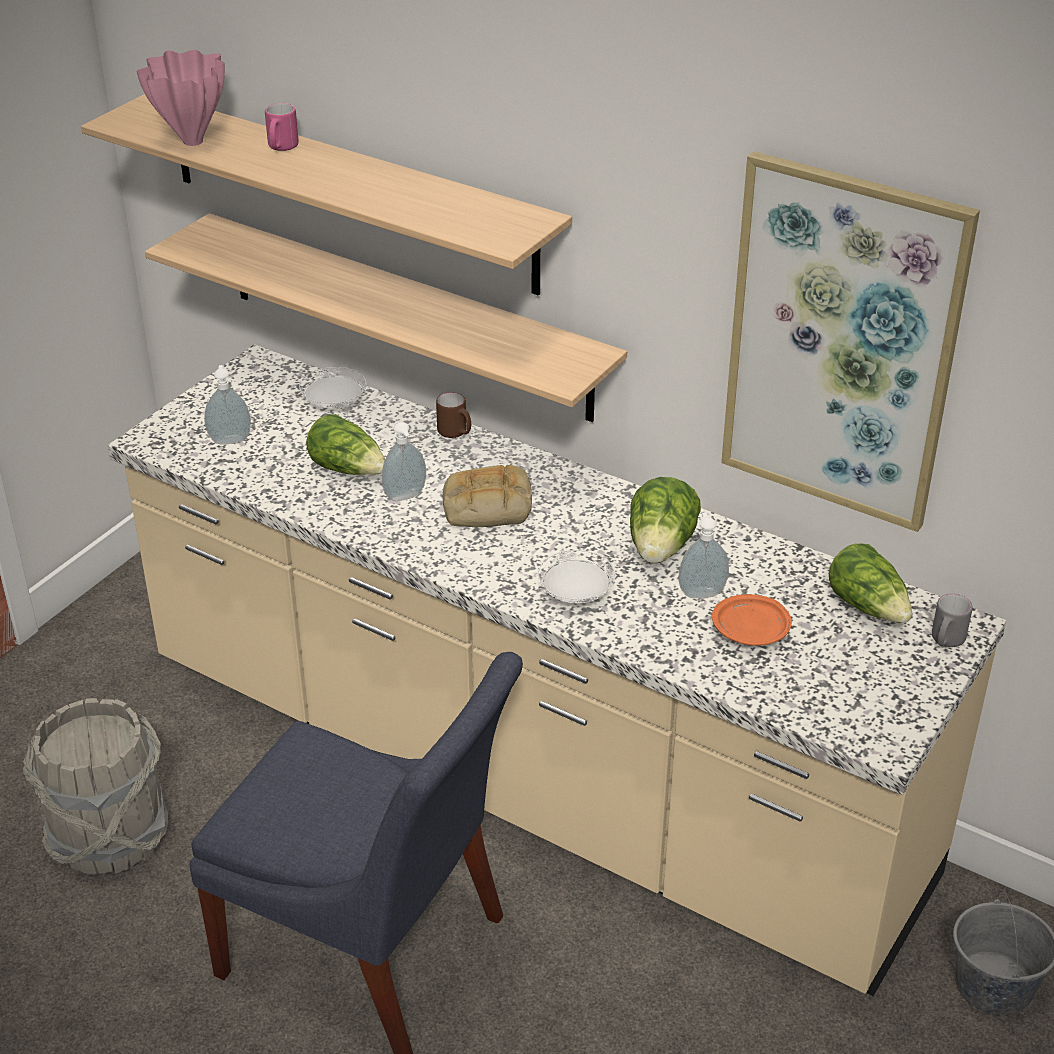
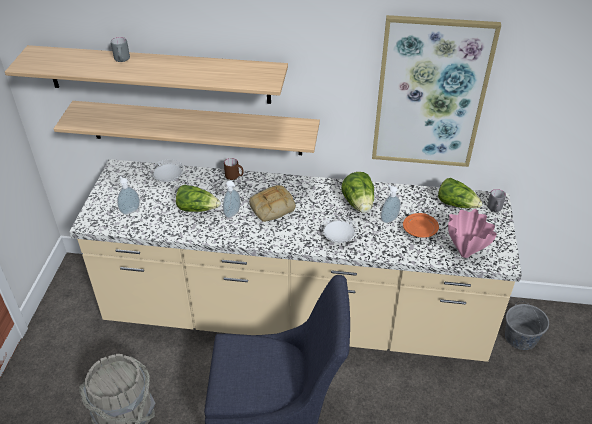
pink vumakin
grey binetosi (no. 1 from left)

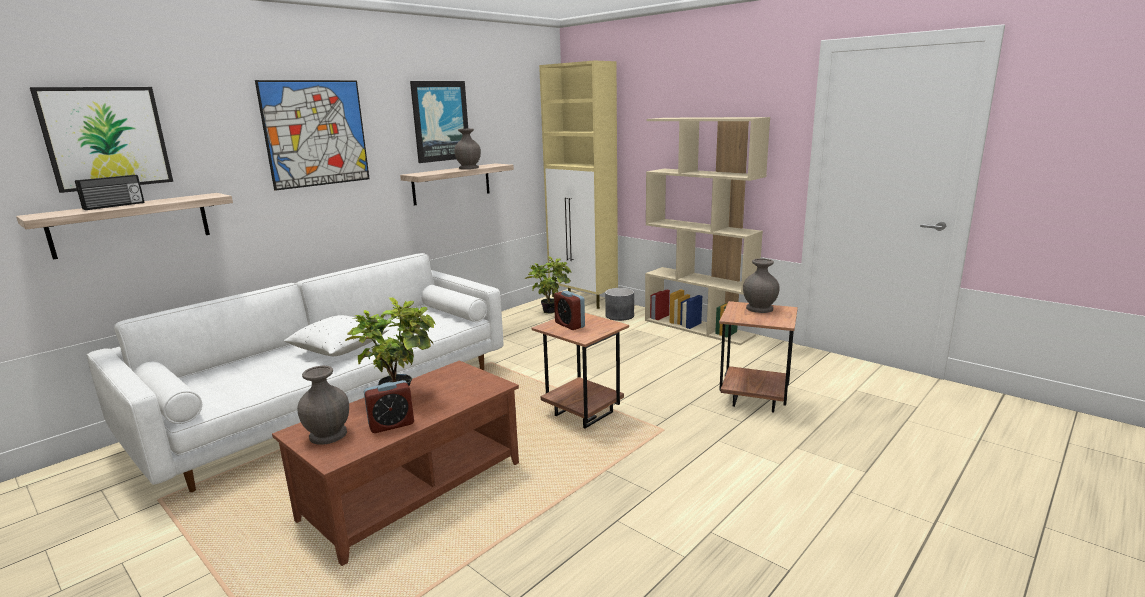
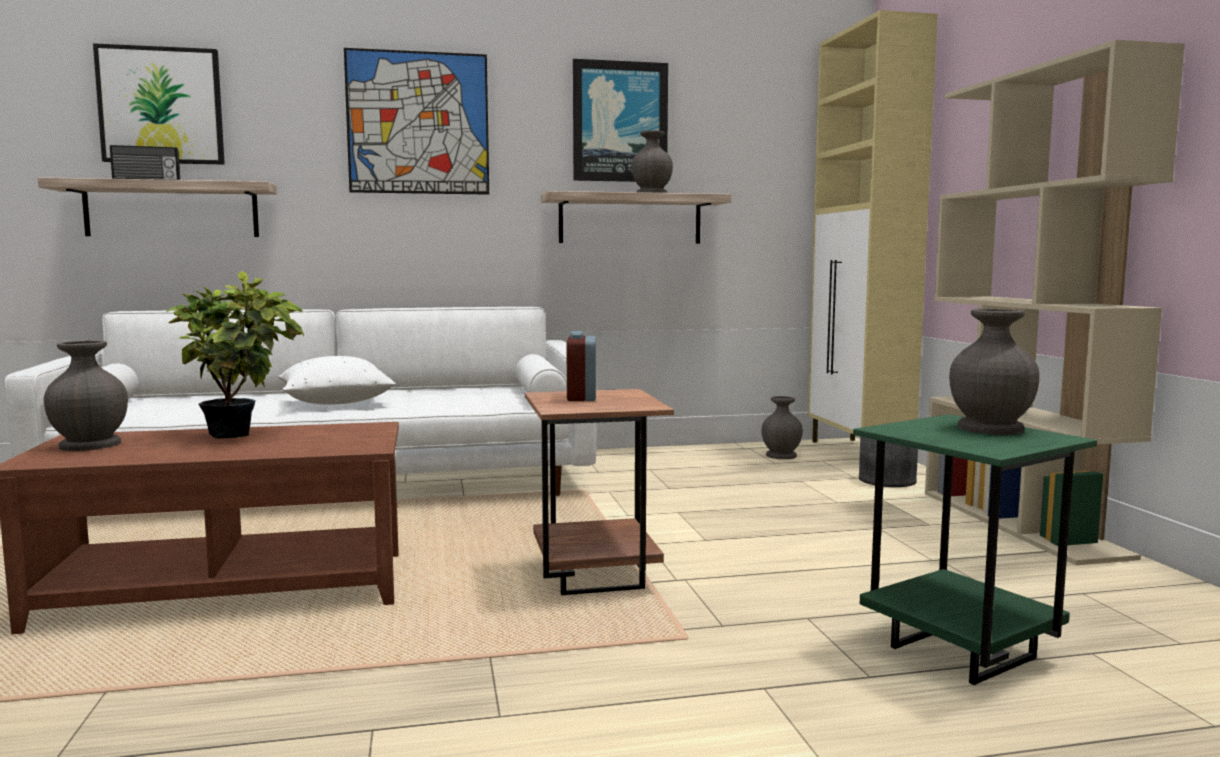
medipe (no. 1 from left in the first image)
grey vumakin (no. 3 from left)
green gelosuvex

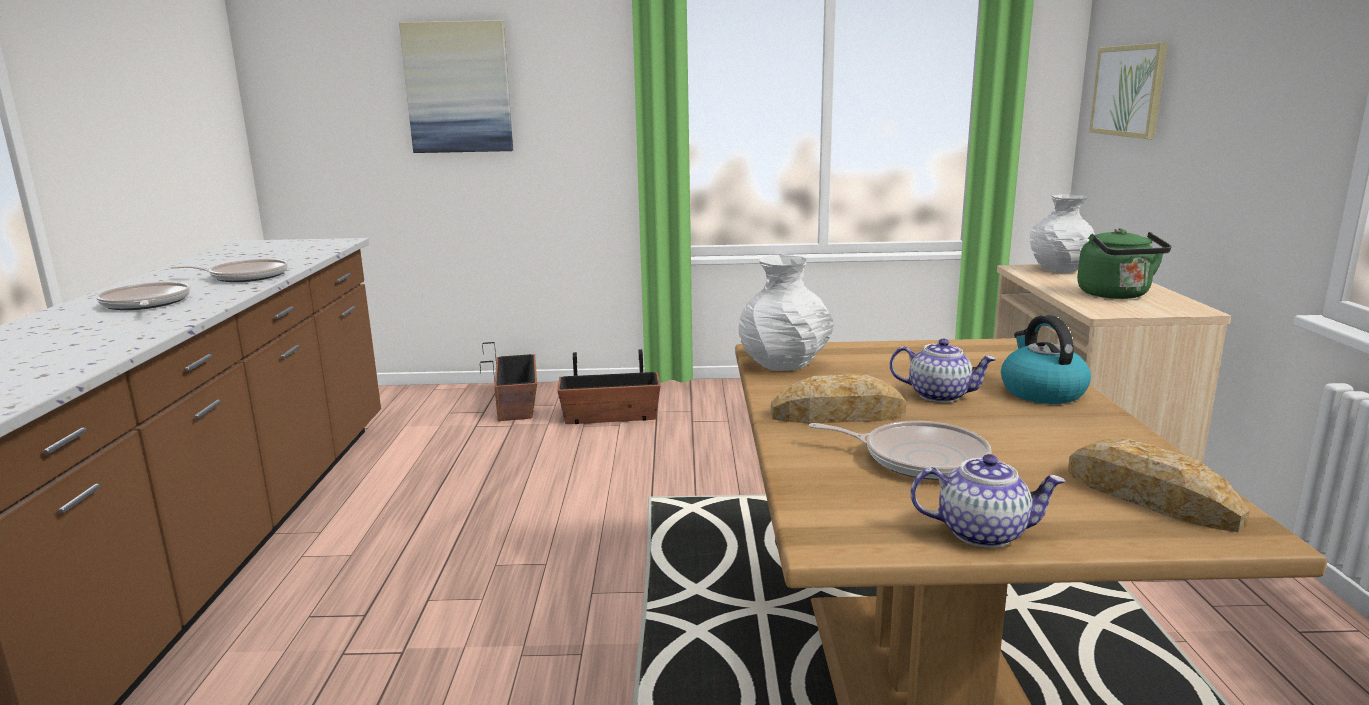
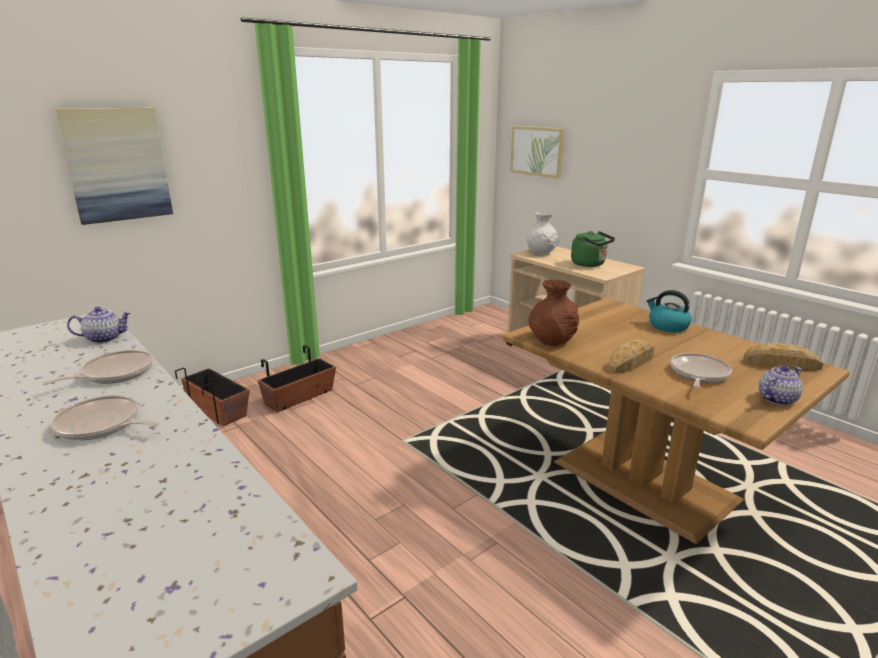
brown vumakin
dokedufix (no. 3 from left)
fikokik (no. 1 from left)

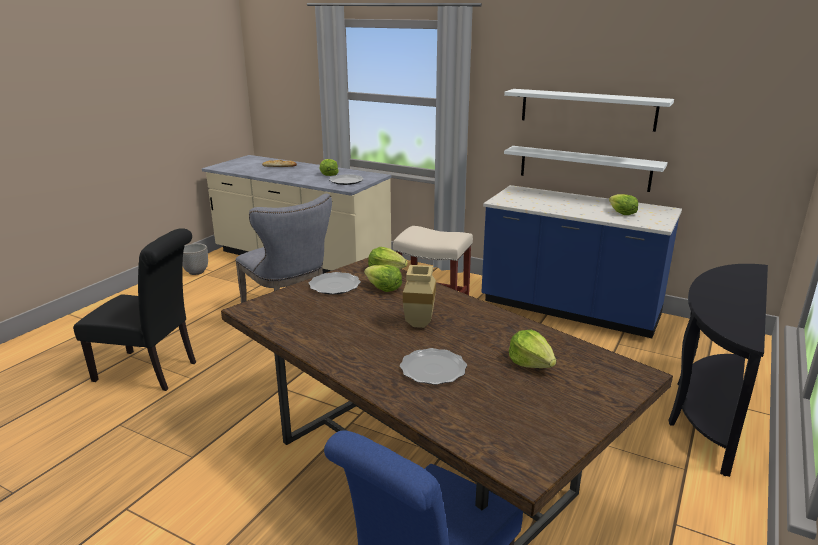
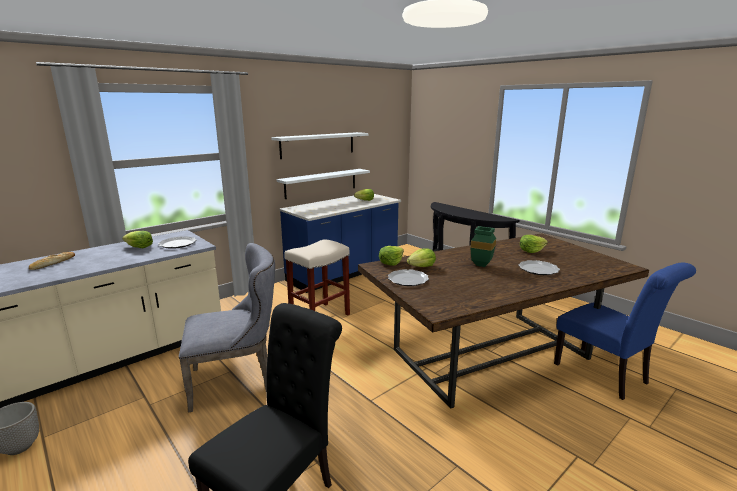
green vumakin

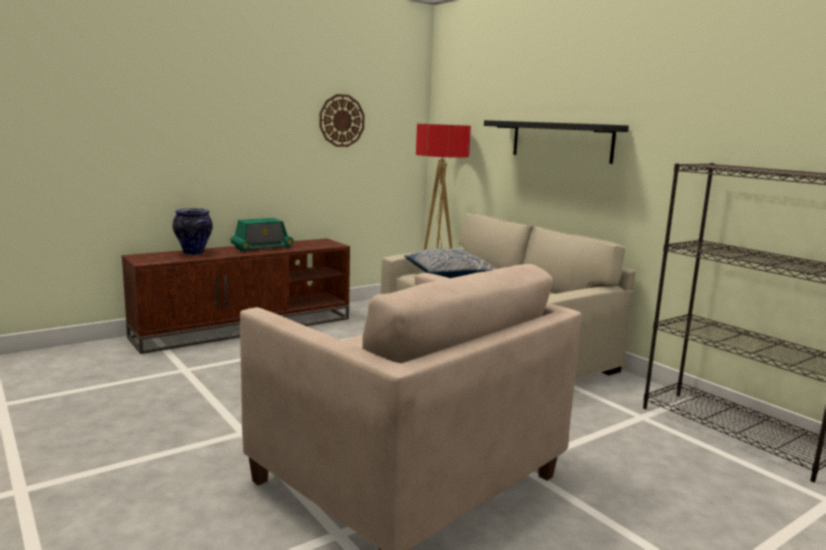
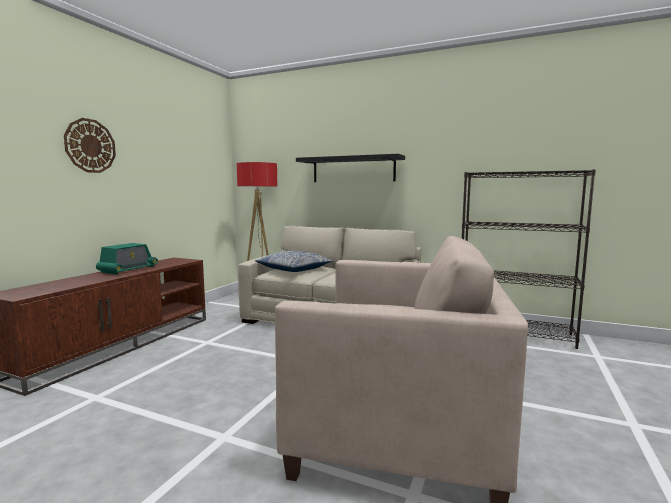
vumakin
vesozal

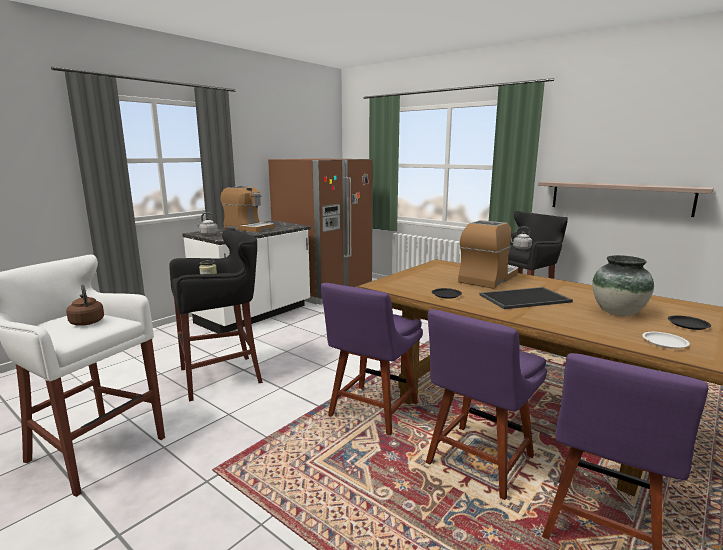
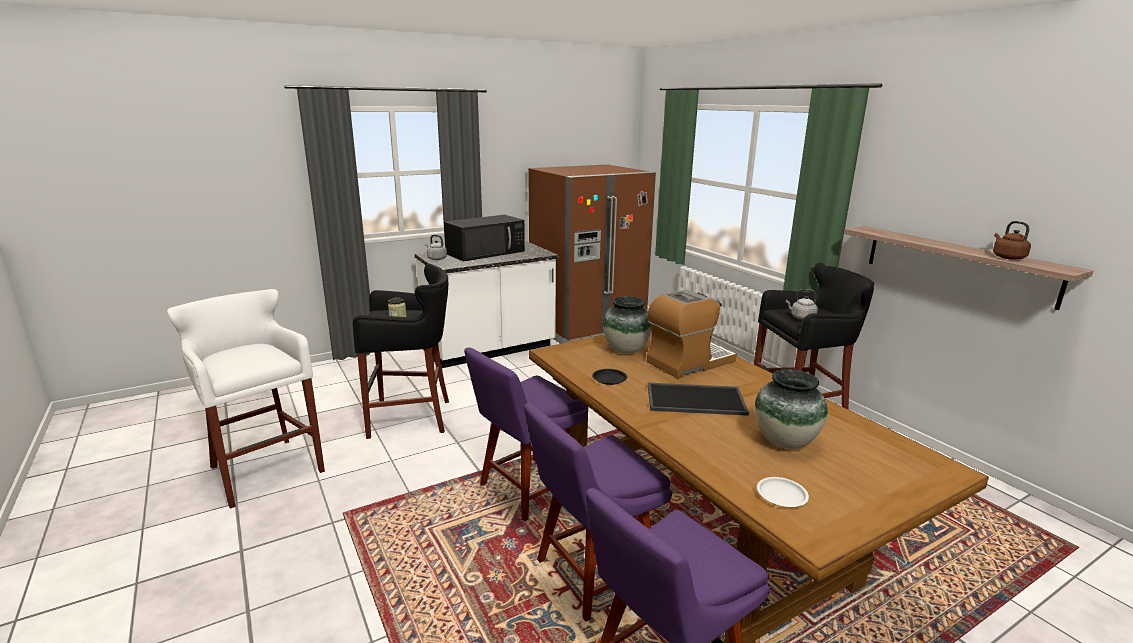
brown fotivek
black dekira
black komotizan (no. 2 from left in the first image)
vumakin (no. 1 from left)

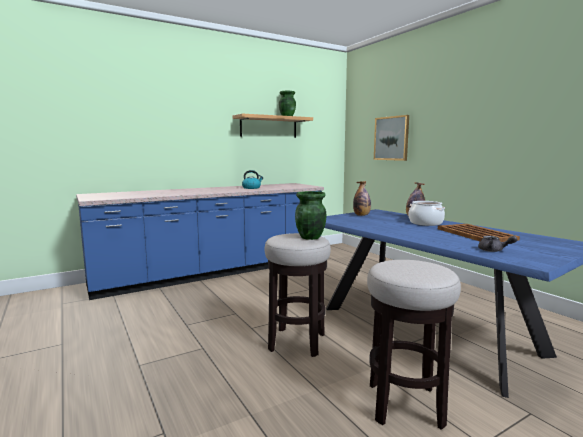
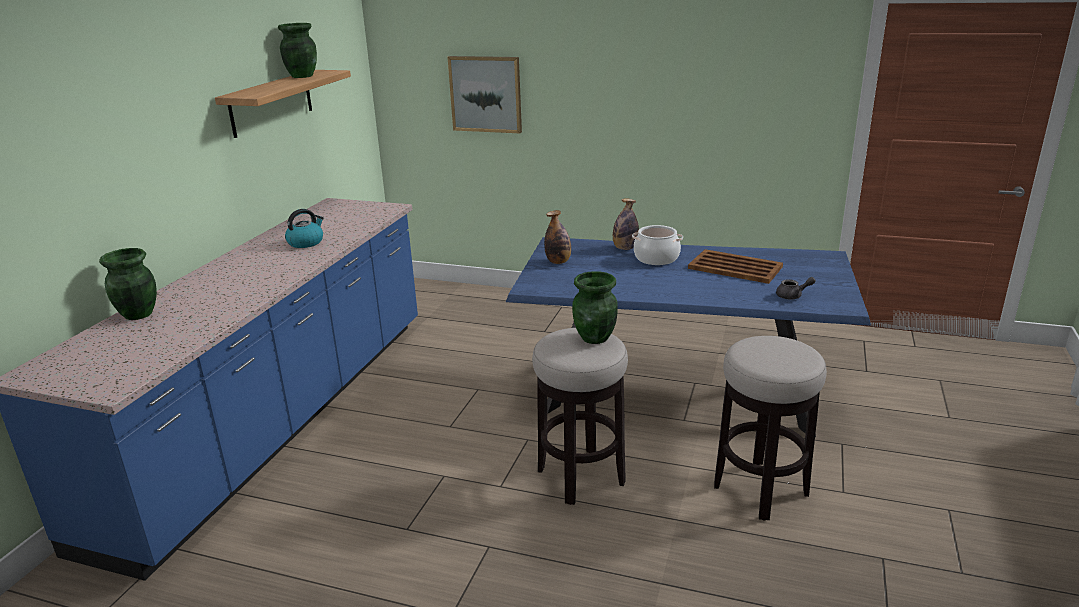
green vumakin (no. 1 from left)

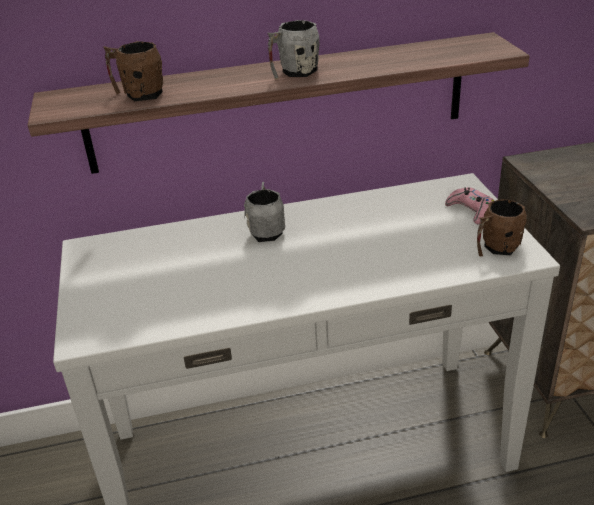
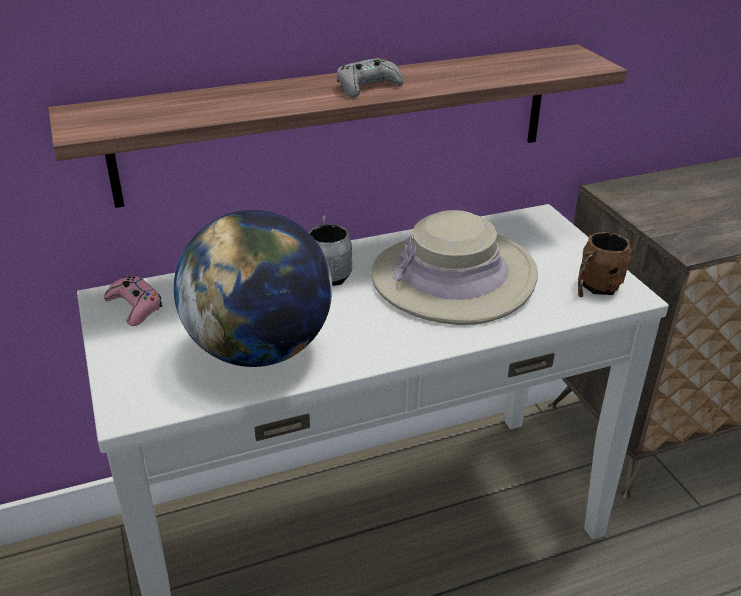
brown binetosi (no. 1 from left in the first image)
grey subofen
pink subofen
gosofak
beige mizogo

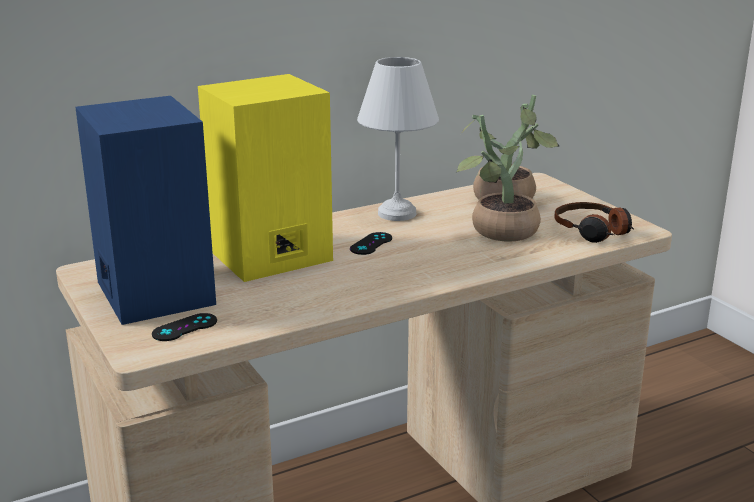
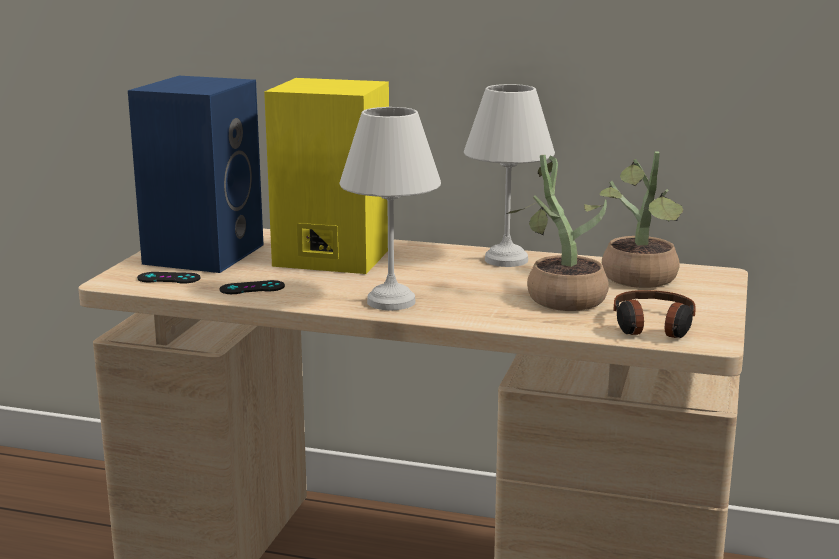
black subofen (no. 2 from left)
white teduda (no. 1 from left)

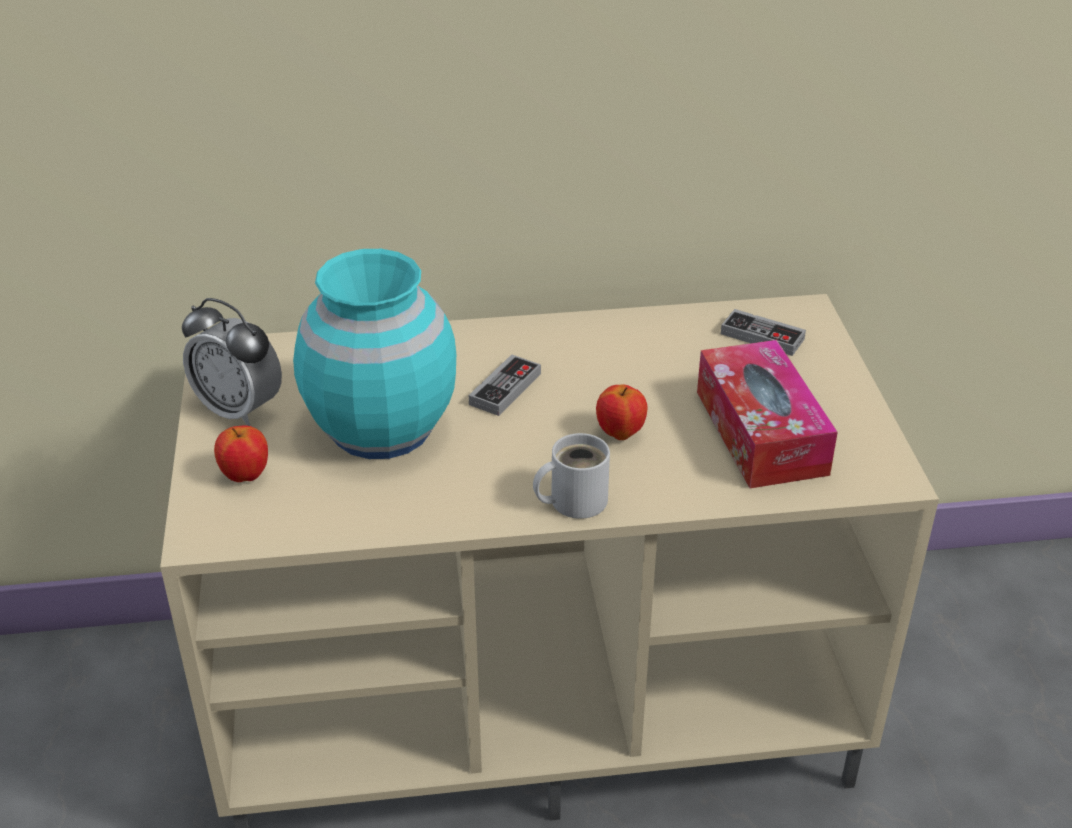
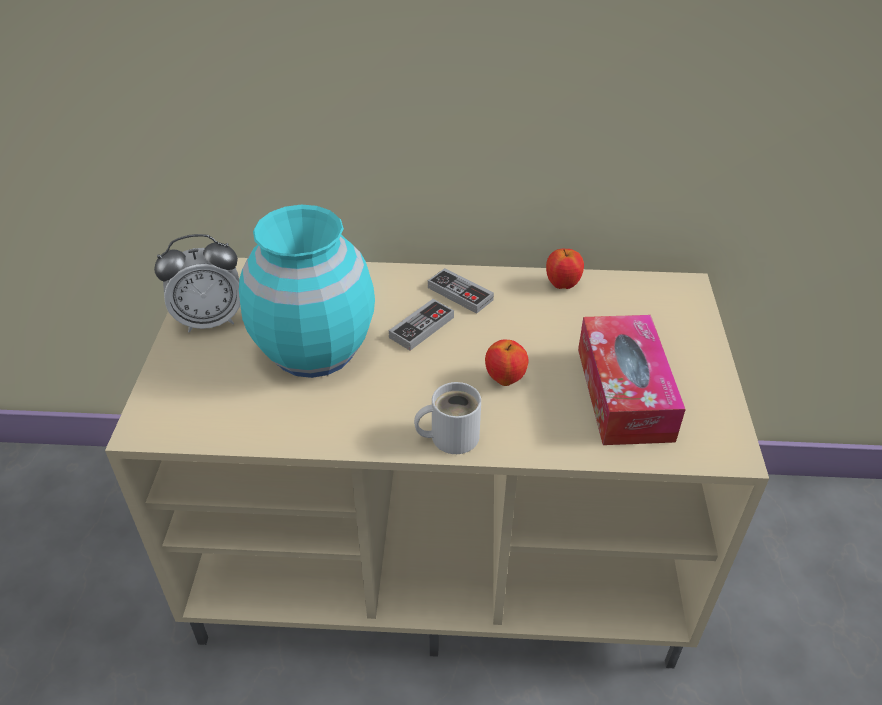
medipe
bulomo (no. 2 from left)
subofen (no. 2 from left)

